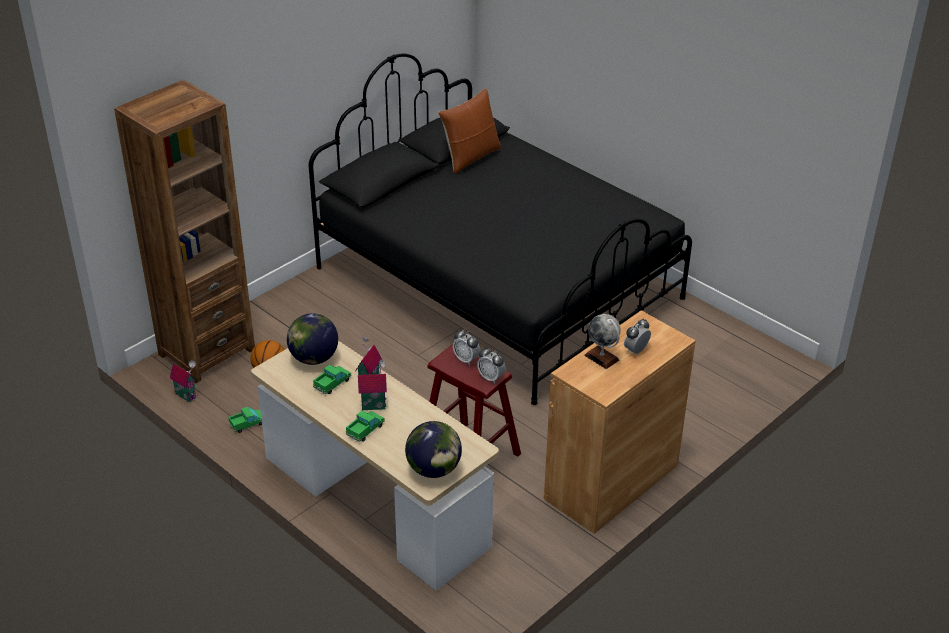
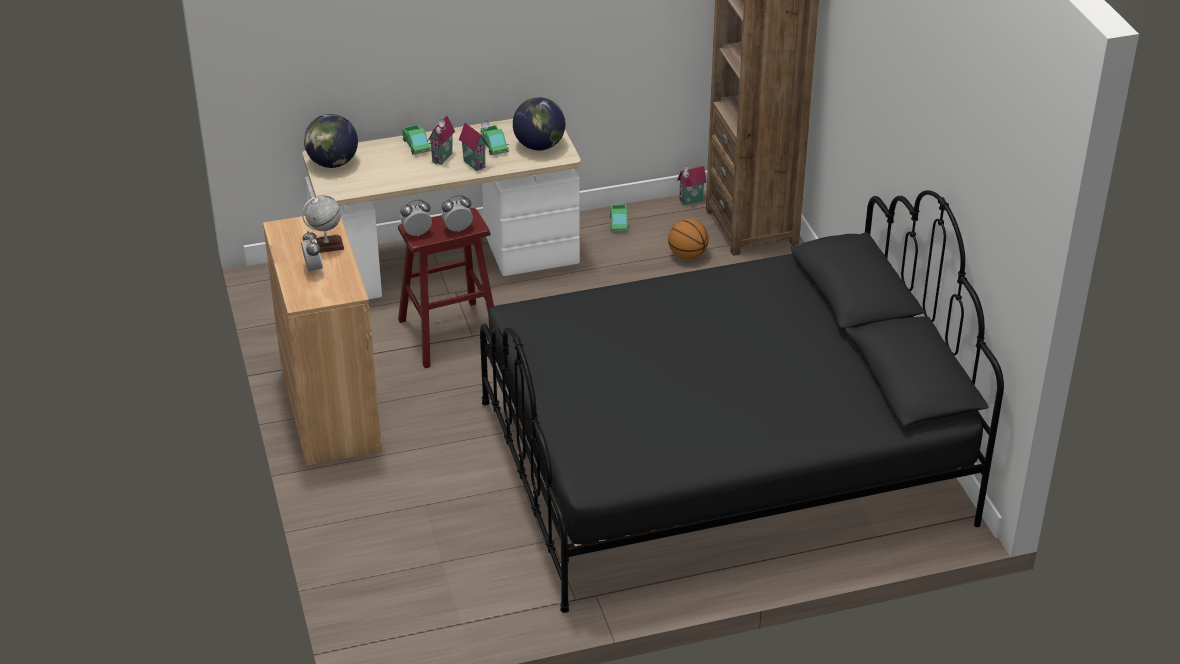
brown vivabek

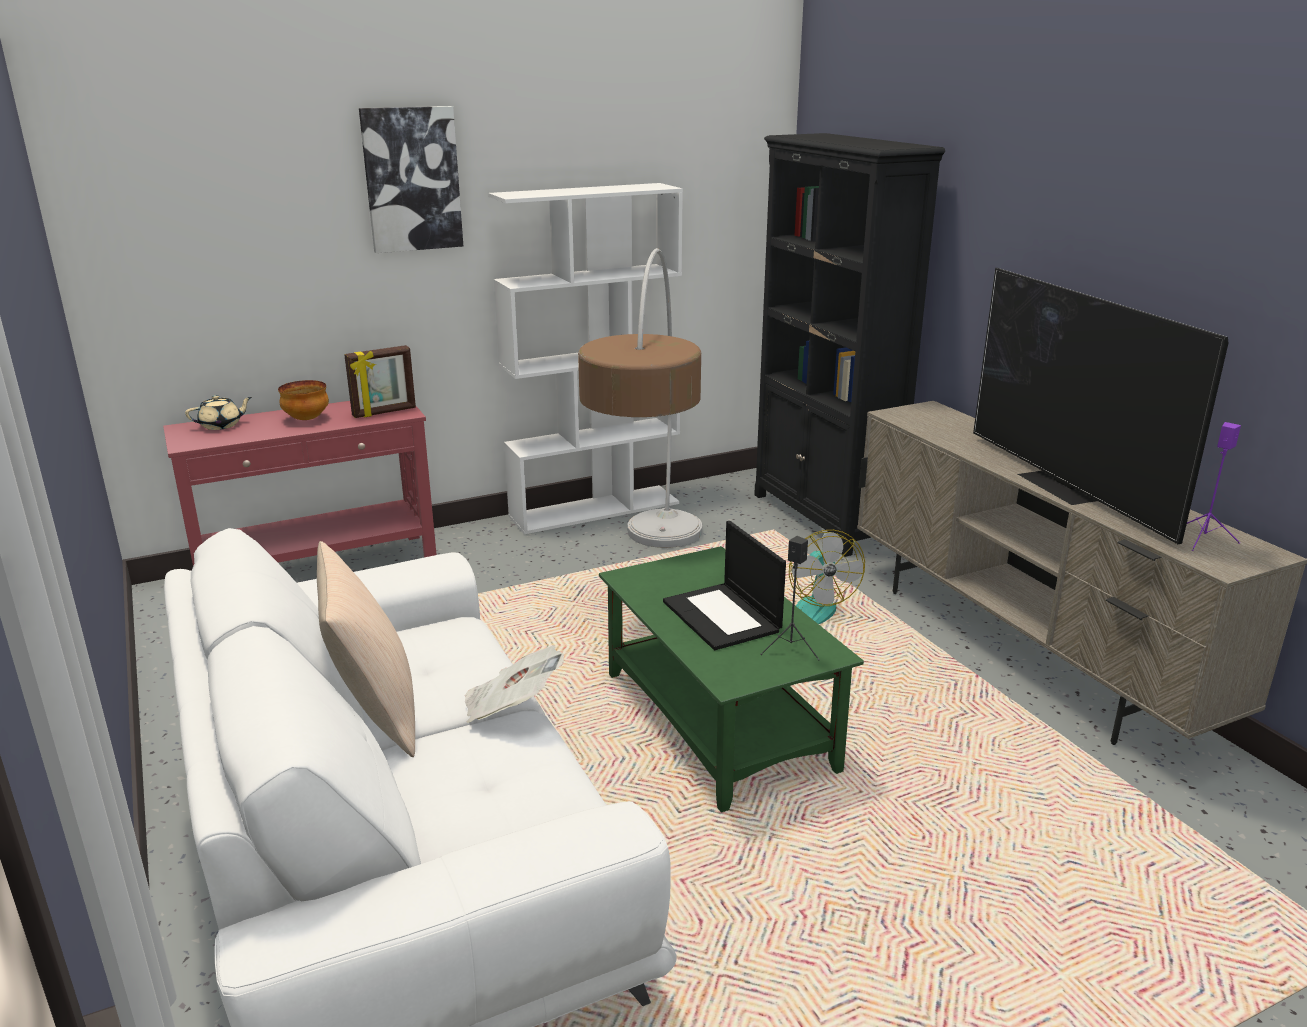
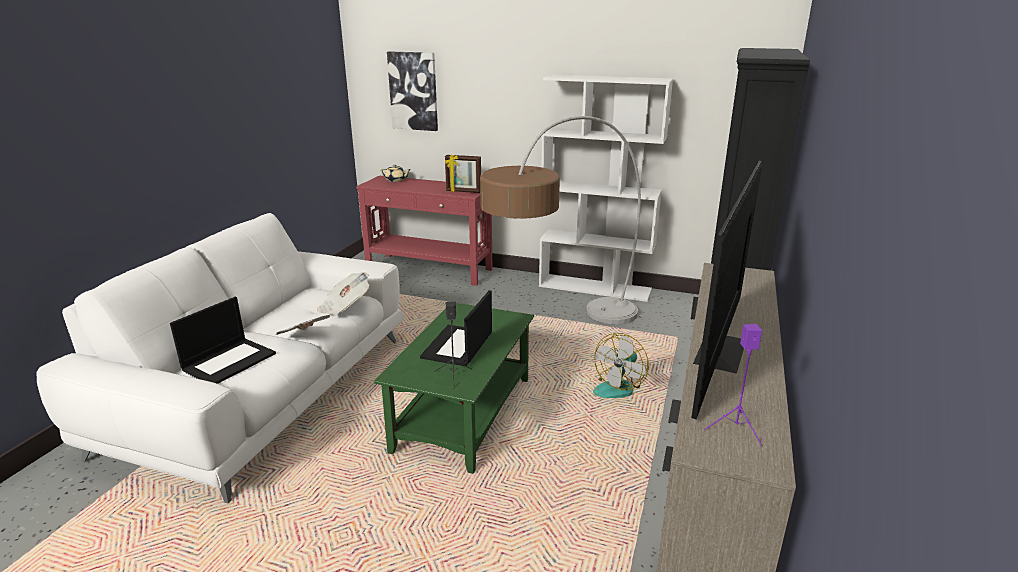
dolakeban
beige vivabek
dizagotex
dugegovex (no. 1 from left)
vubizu (no. 2 from left)

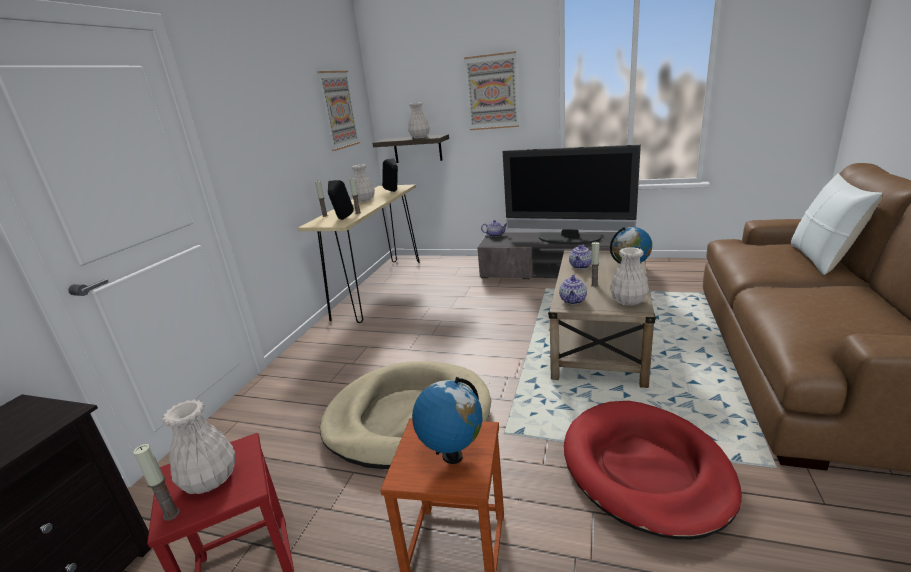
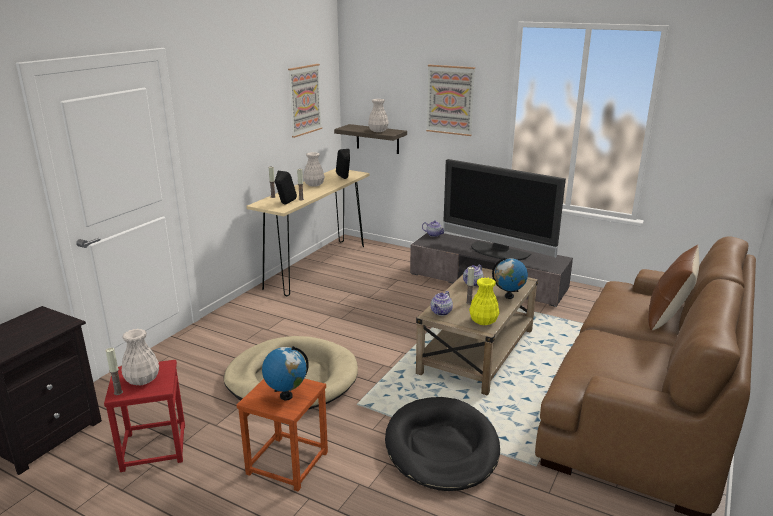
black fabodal
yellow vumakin
brown vivabek

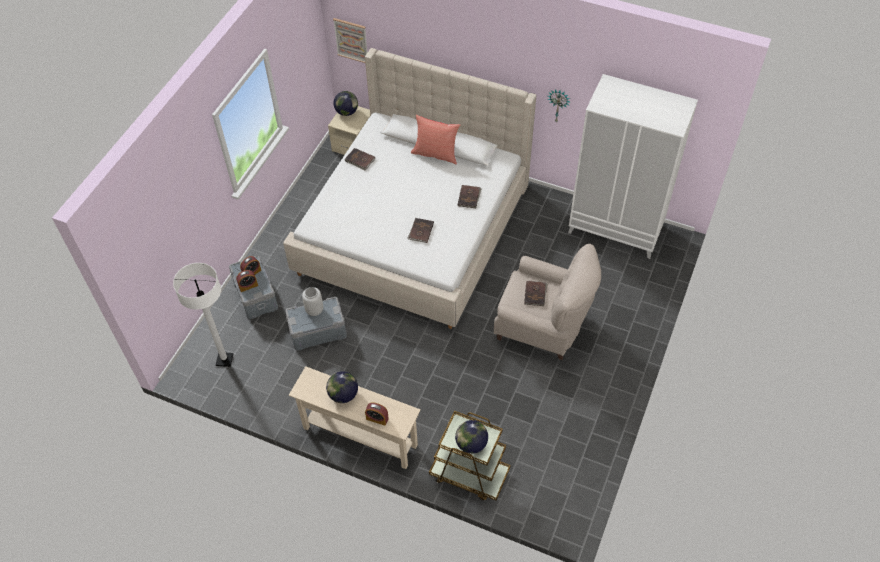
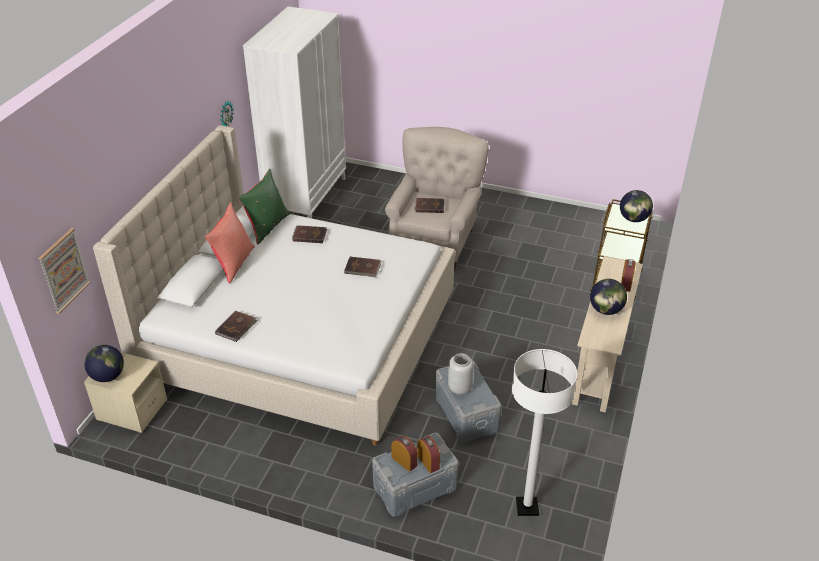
green vivabek

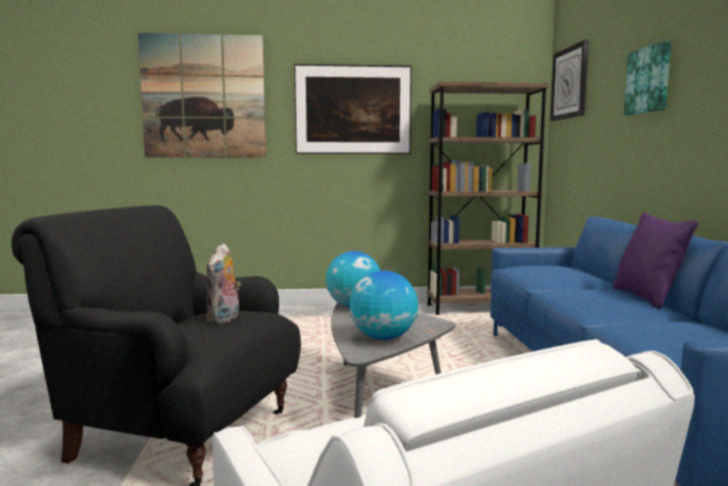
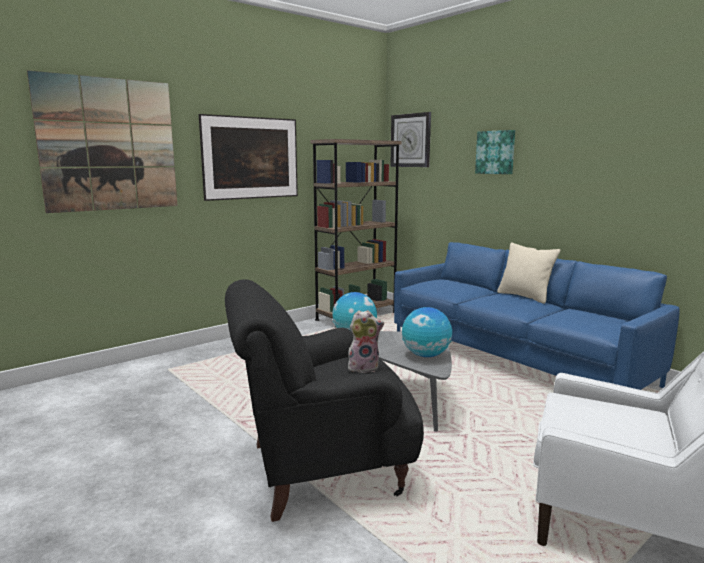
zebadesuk
beige vivabek

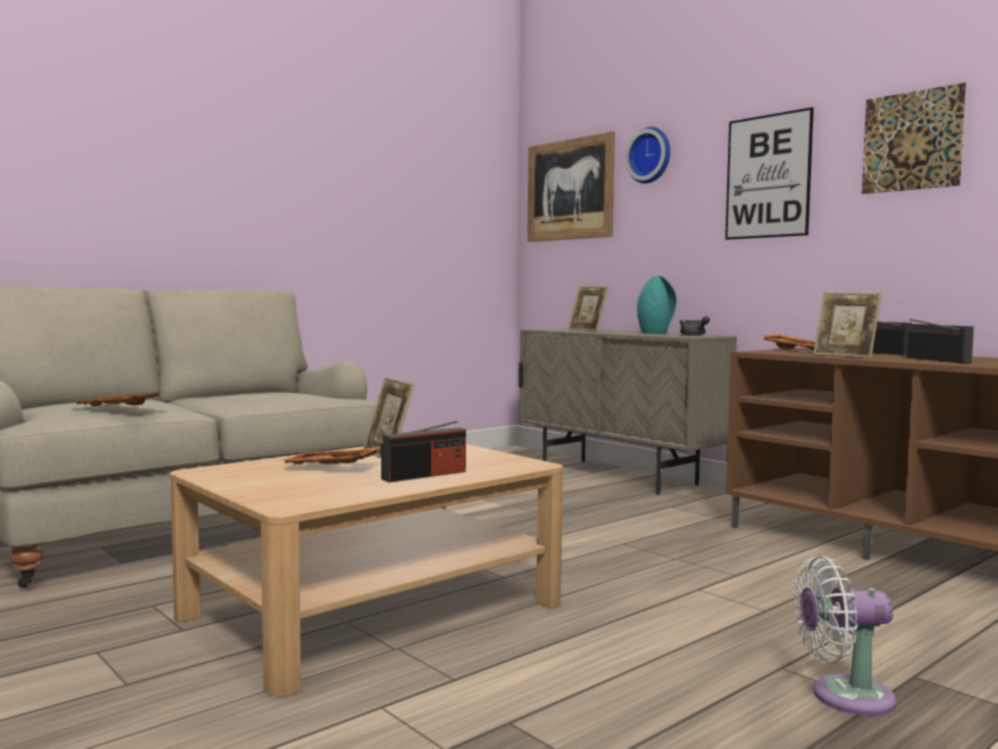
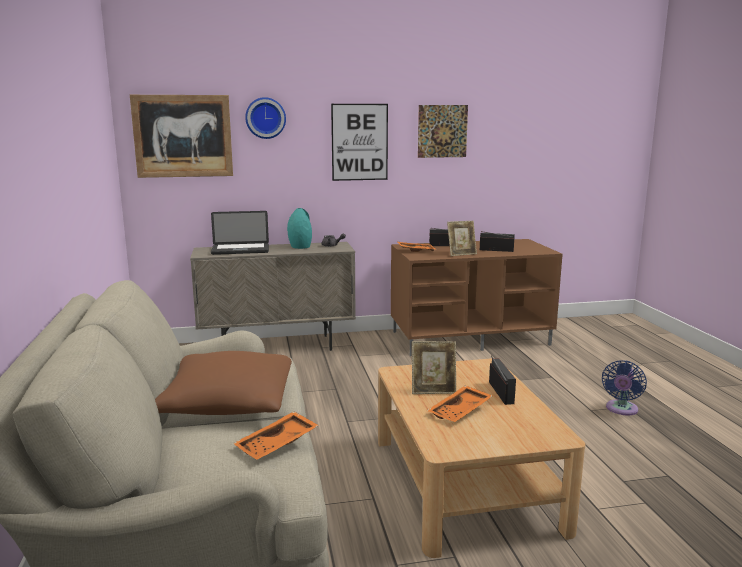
dugegovex
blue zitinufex
brown vivabek

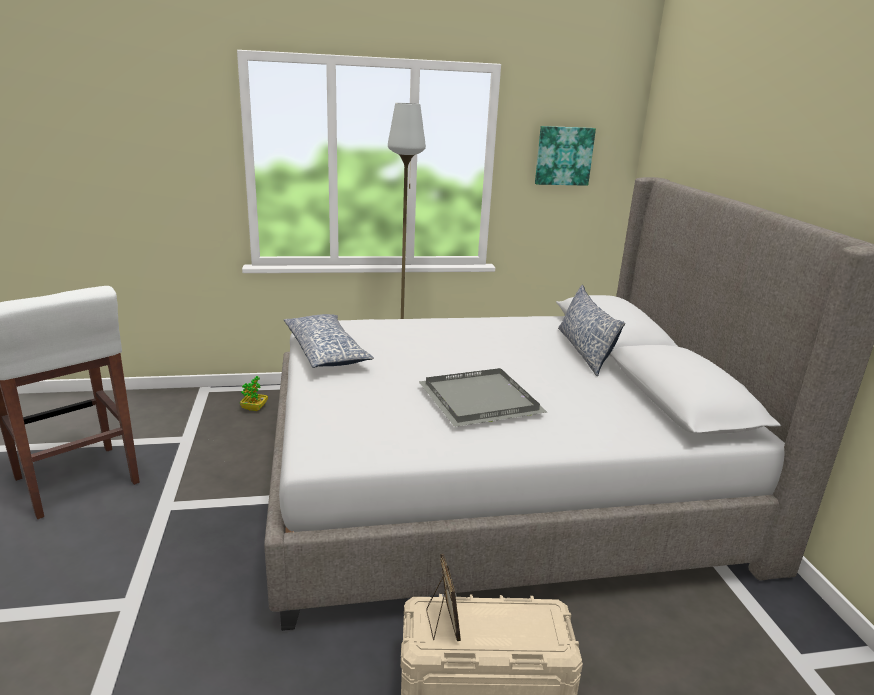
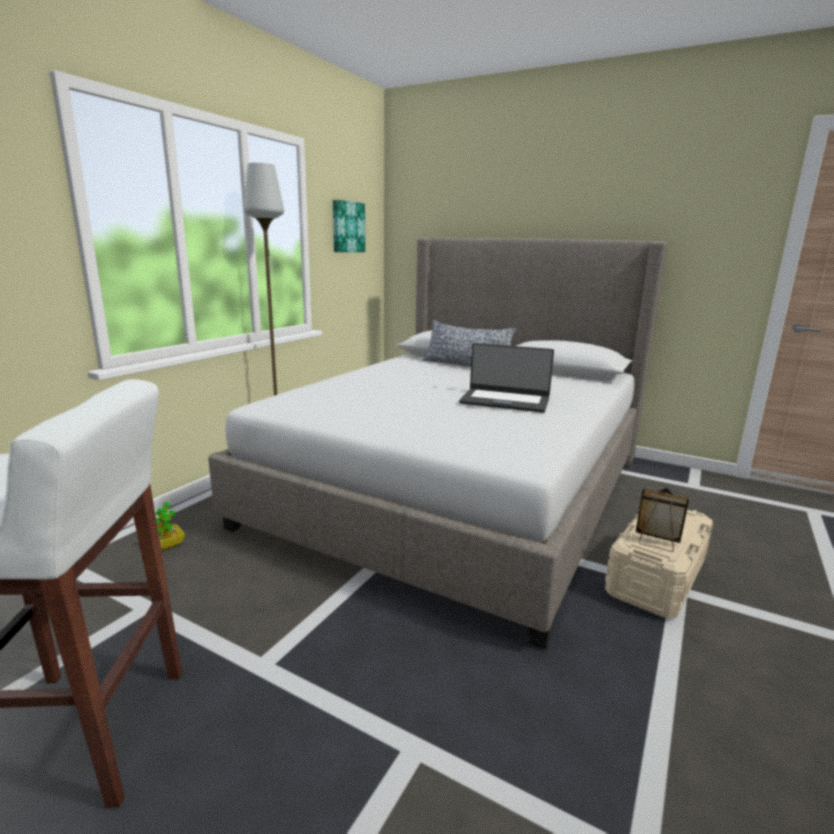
vivabek (no. 1 from left in the first image)
dugegovex

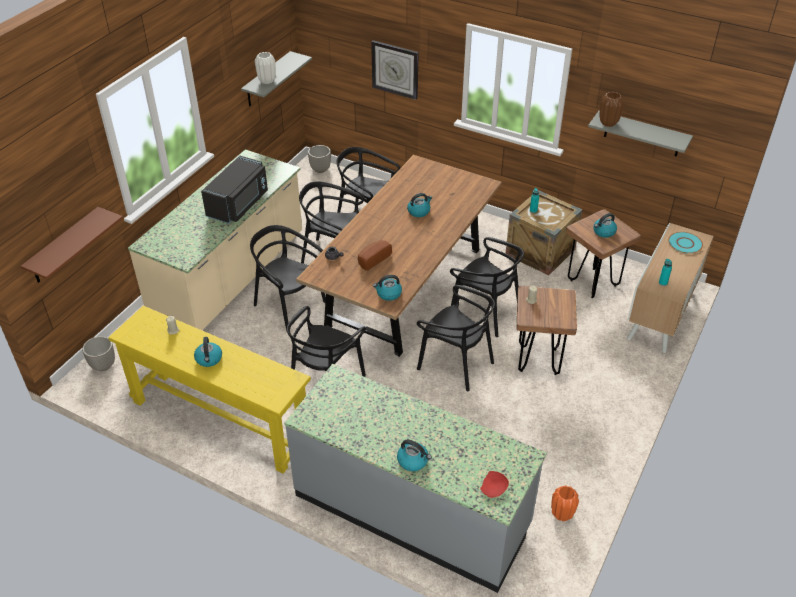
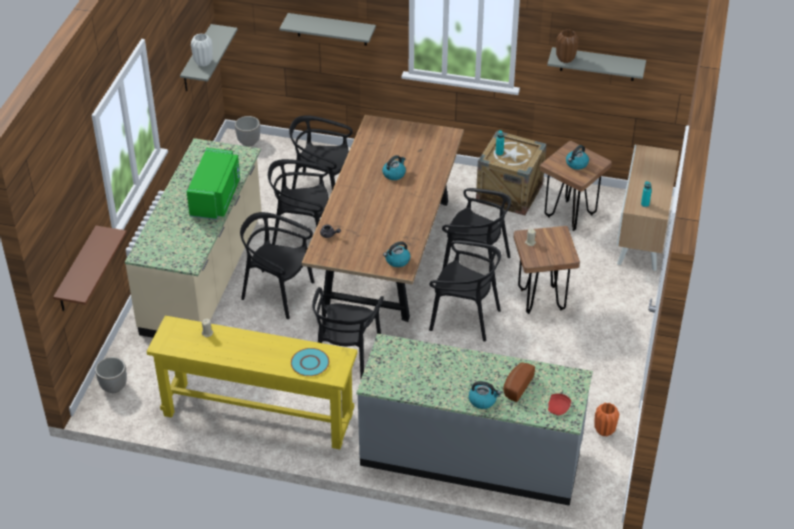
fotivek (no. 1 from left in the first image)
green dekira
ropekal
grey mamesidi (no. 2 from left)
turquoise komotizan

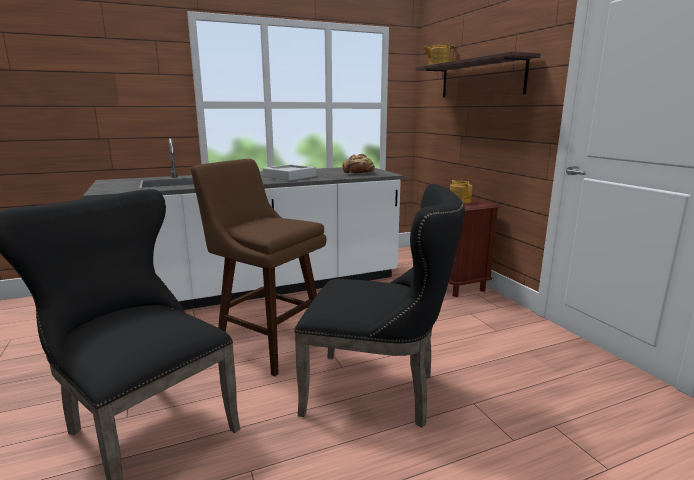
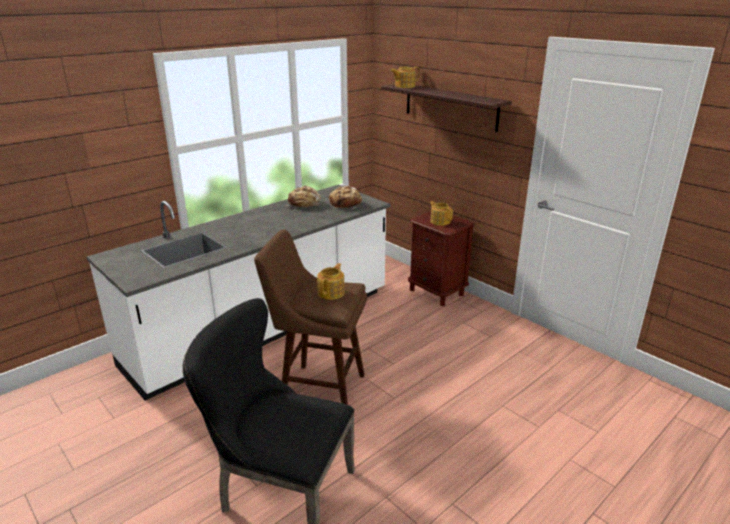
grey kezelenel
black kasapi (no. 2 from left in the first image)
ropekal (no. 1 from left)
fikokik (no. 1 from left)

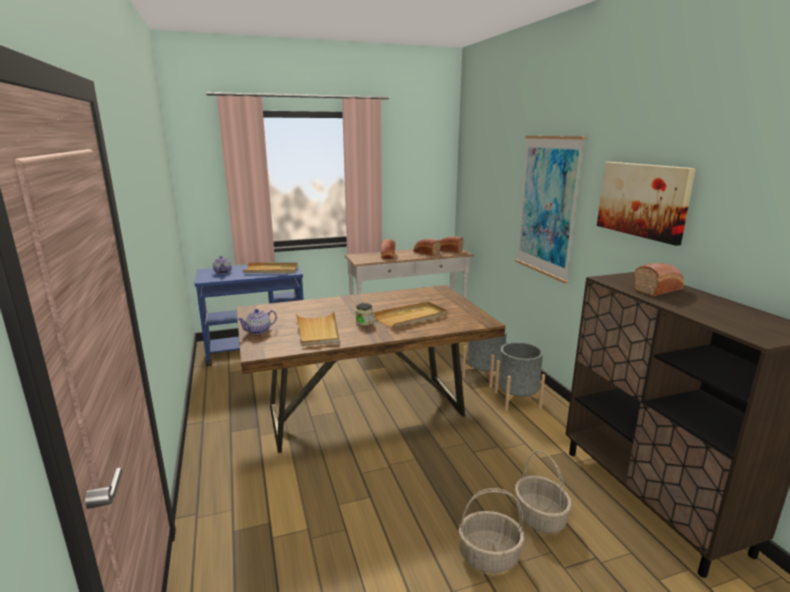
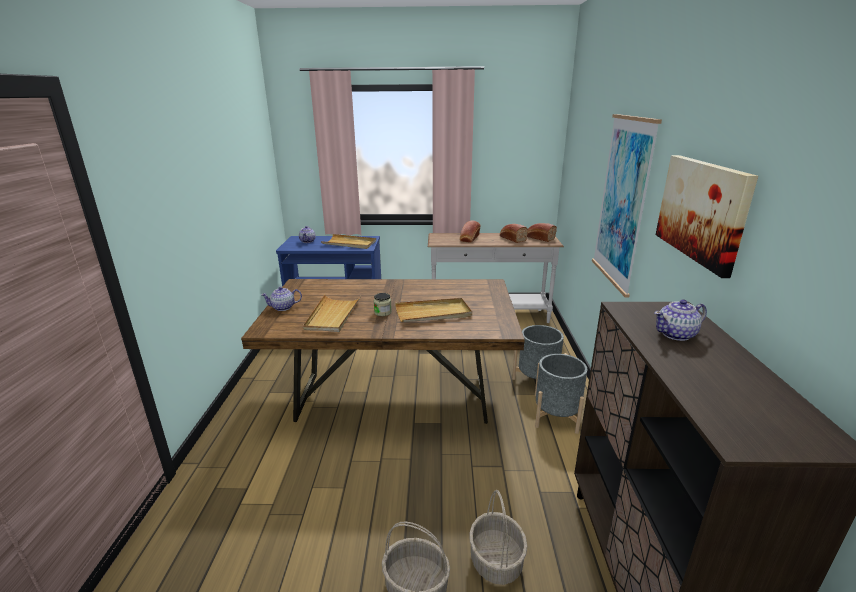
fikokik (no. 3 from left)

